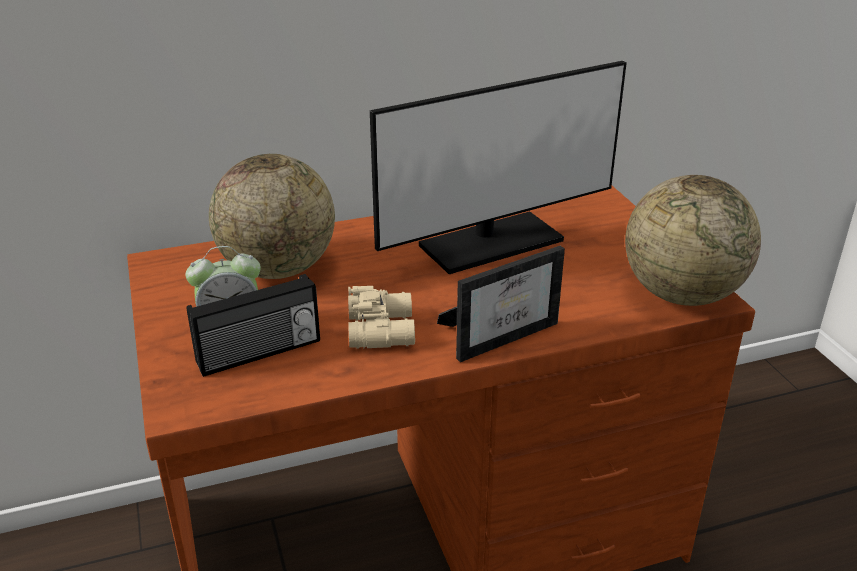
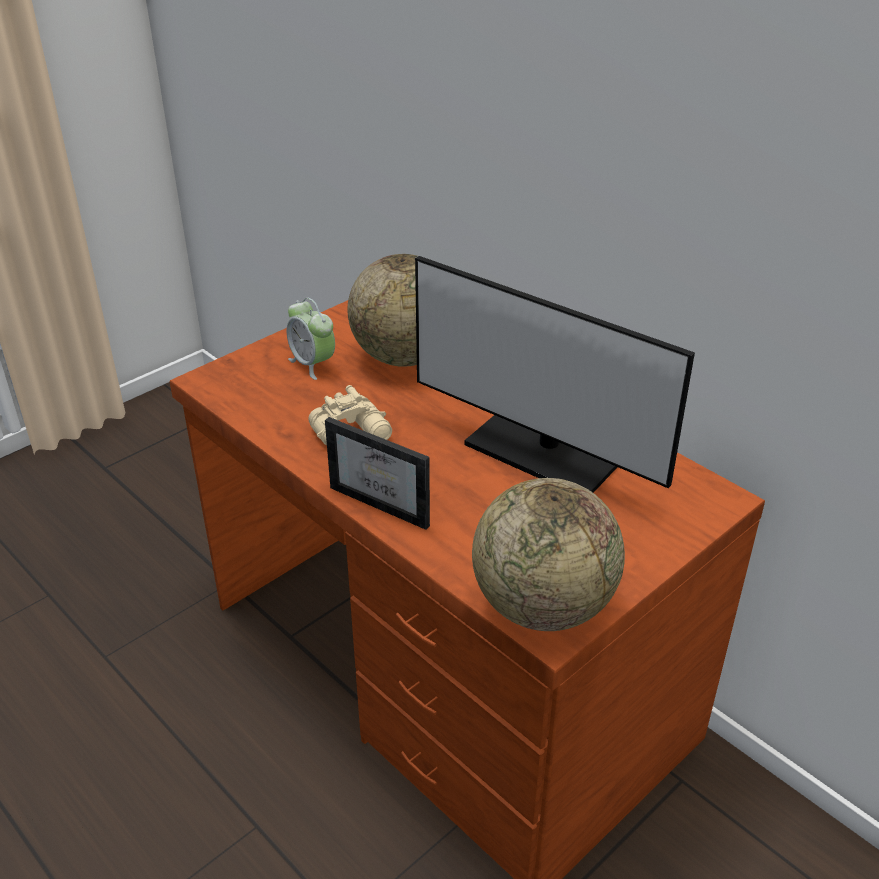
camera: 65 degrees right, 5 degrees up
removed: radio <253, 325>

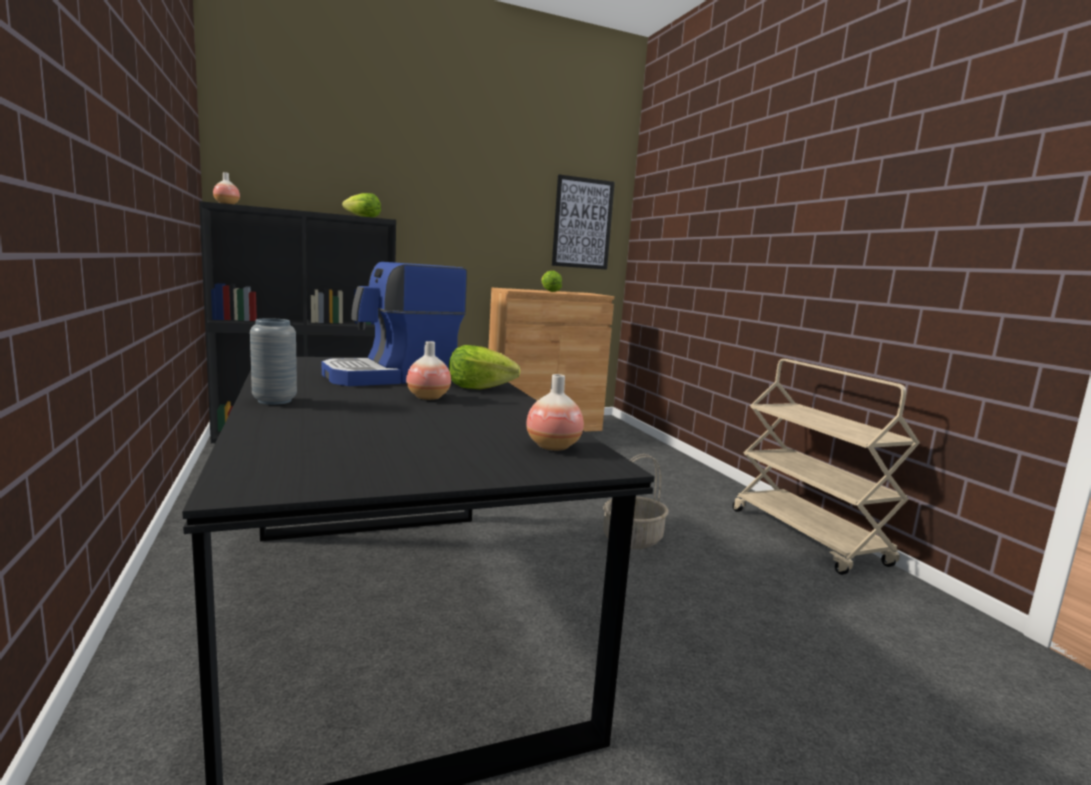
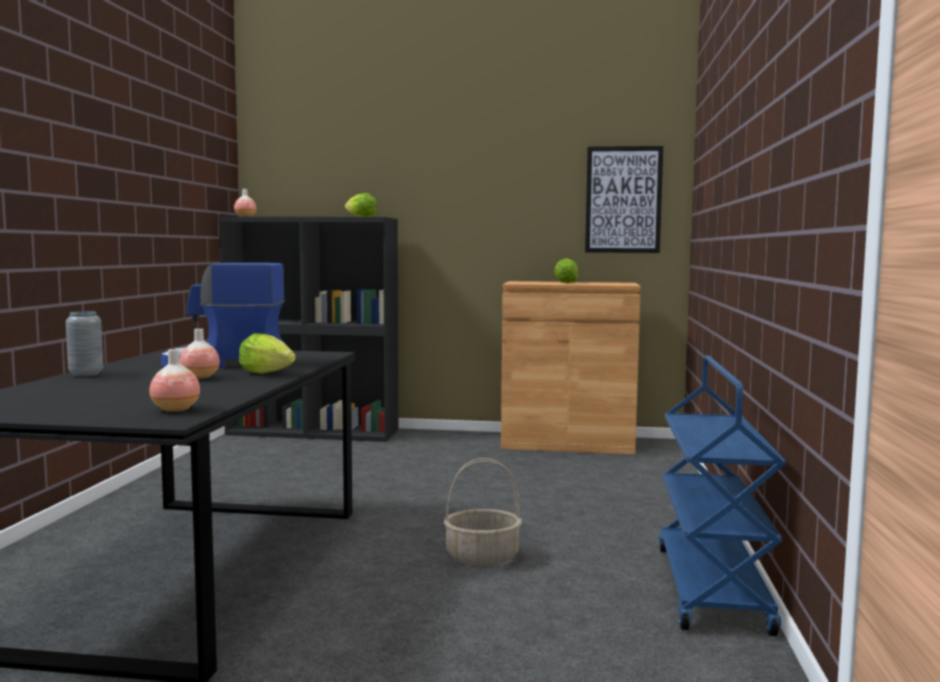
camera: 30 degrees right, 5 degrees down
recoloured: wózek (beżowy) <826, 467> to wózek (niebieski) <722, 496>

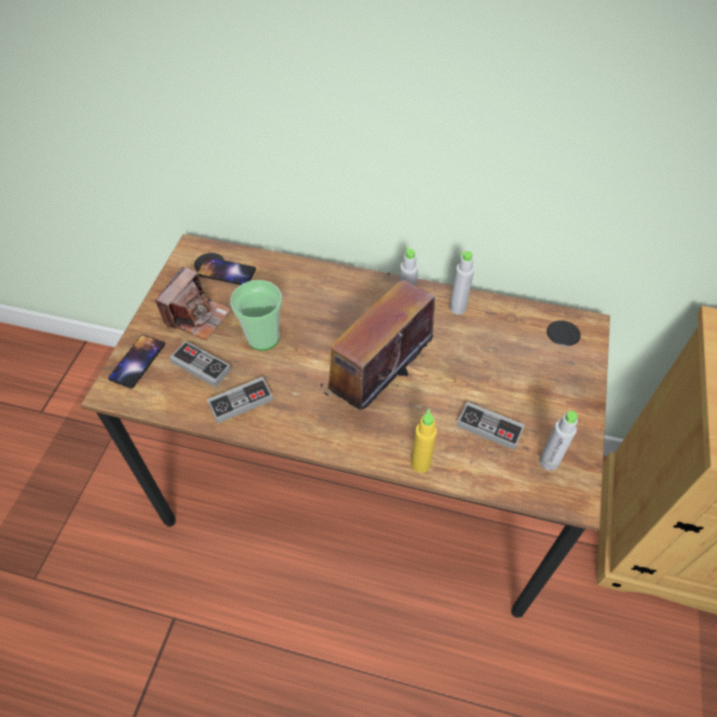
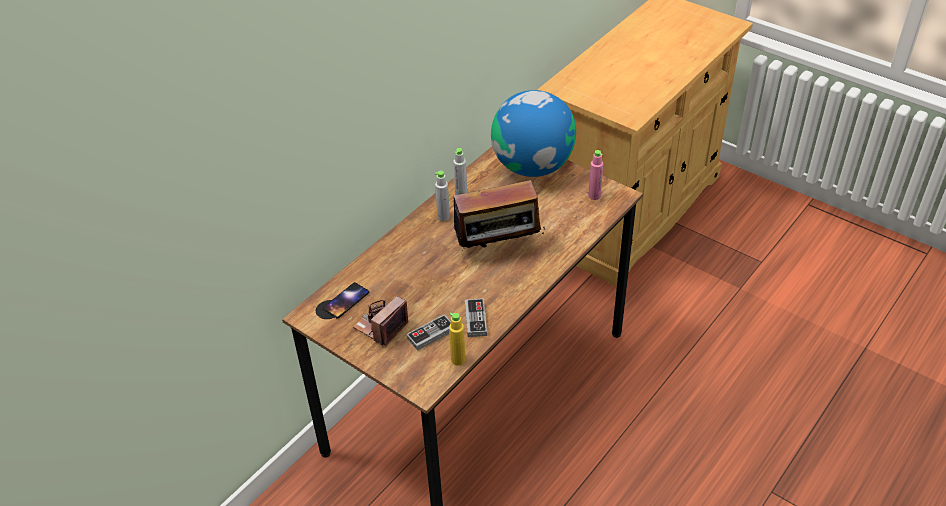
camera: 65 degrees left, 10 degrees down
removed: telefon <136, 362>; filiżanka <256, 315>; pad do gier <491, 426>
added: globus <533, 133>
moved: butelka (żółty) <424, 441> to <457, 339>
recoloured: butelka (szary) <558, 440> to butelka (różowy) <596, 175>
turned: aparat fotograficzny <193, 304> = <381, 321> 105 degrees counterclockwise; radio <383, 341> = <495, 215> 75 degrees counterclockwise

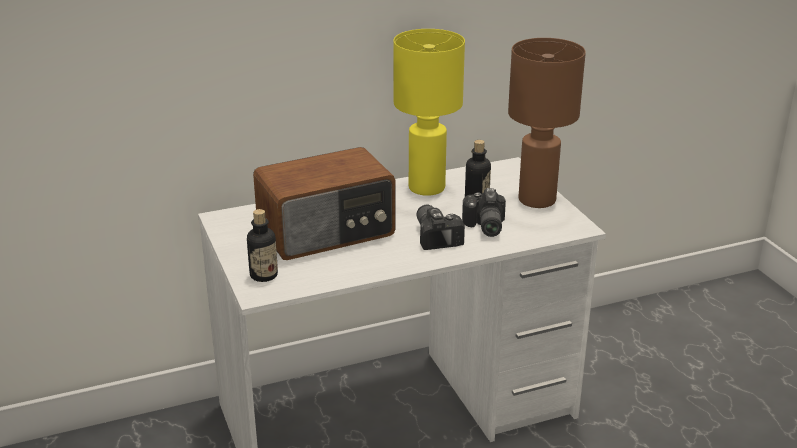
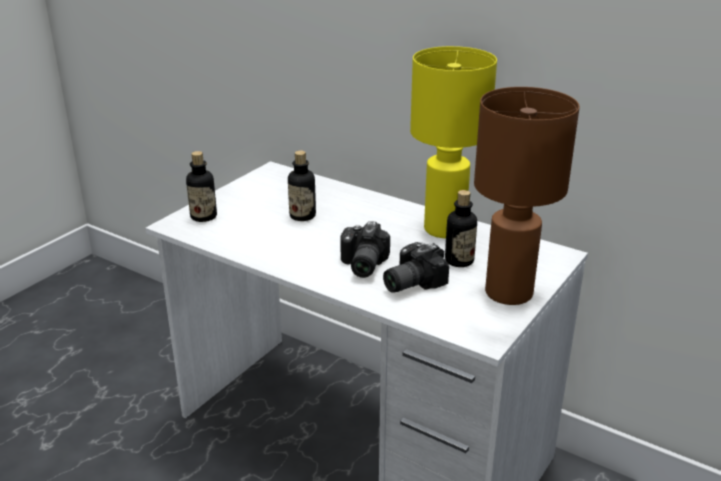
camera: 55 degrees right, 0 degrees up
replaced: radio <324, 203> to butelka <302, 186>
turned: aparat fotograficzny <440, 227> = <365, 249> 150 degrees clockwise

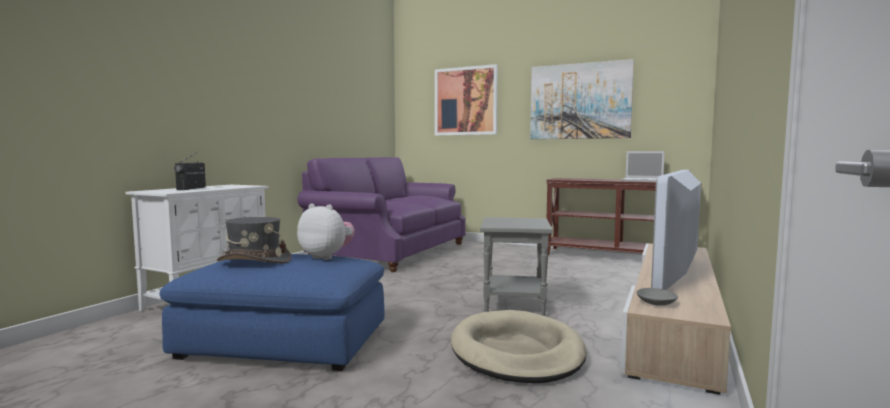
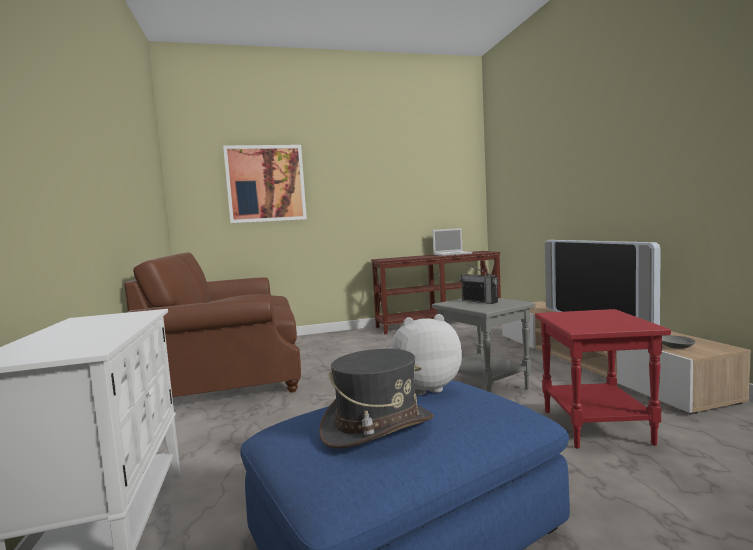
camera: 40 degrees left, 0 degrees up
removed: obraz <582, 99>
moved: radio <190, 171> to <479, 284>
replaced: legowisko (beżowy) <518, 347> to stolik (czerwony) <603, 379>
recoloured: kanapa (fioletowy) <382, 214> to kanapa (brązowy) <212, 325>

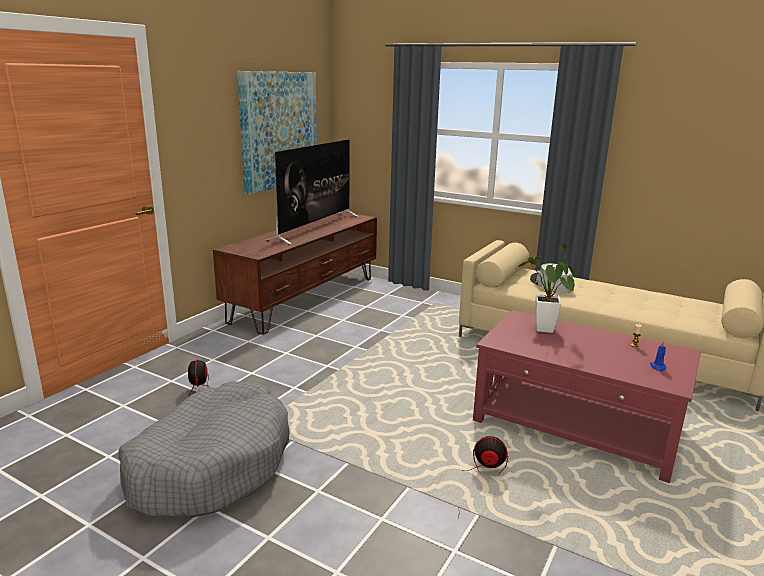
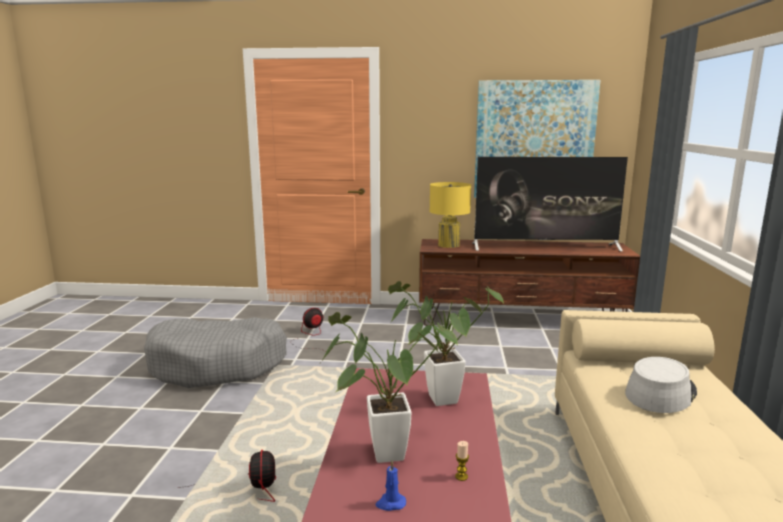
camera: 65 degrees right, 5 degrees down
added: roślina doniczkowa <389, 387>; lampa stołowa (żółty) <450, 215>

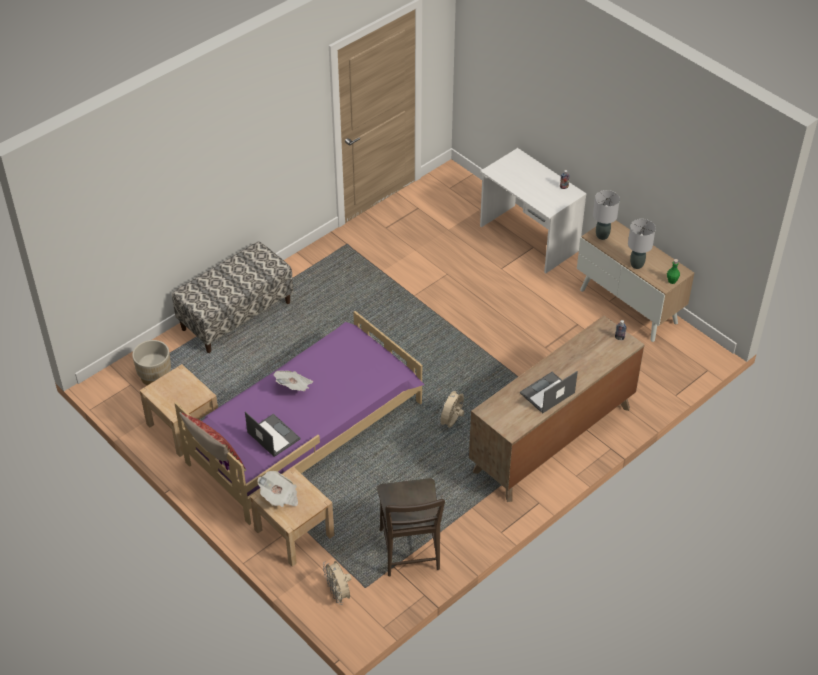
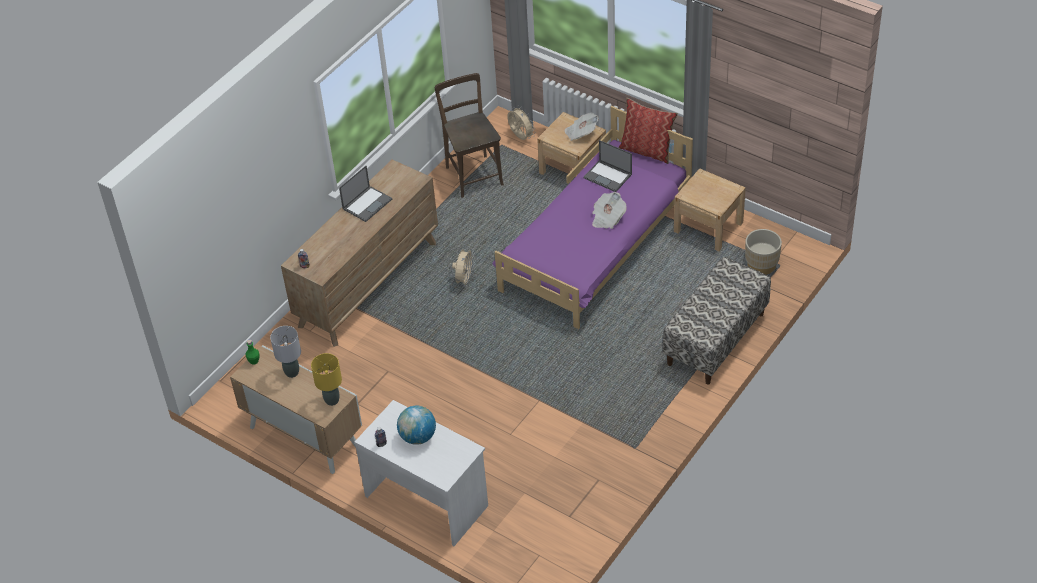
camera: 170 degrees right, 0 degrees up
added: globus <416, 425>
recoloured: lampa stołowa (szary) <606, 215> to lampa stołowa (żółty) <326, 379>

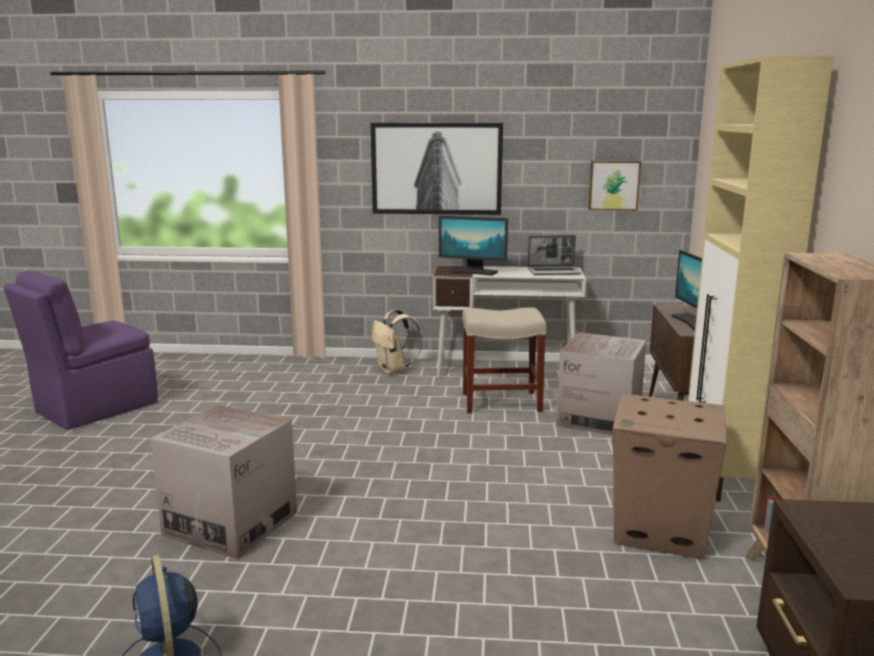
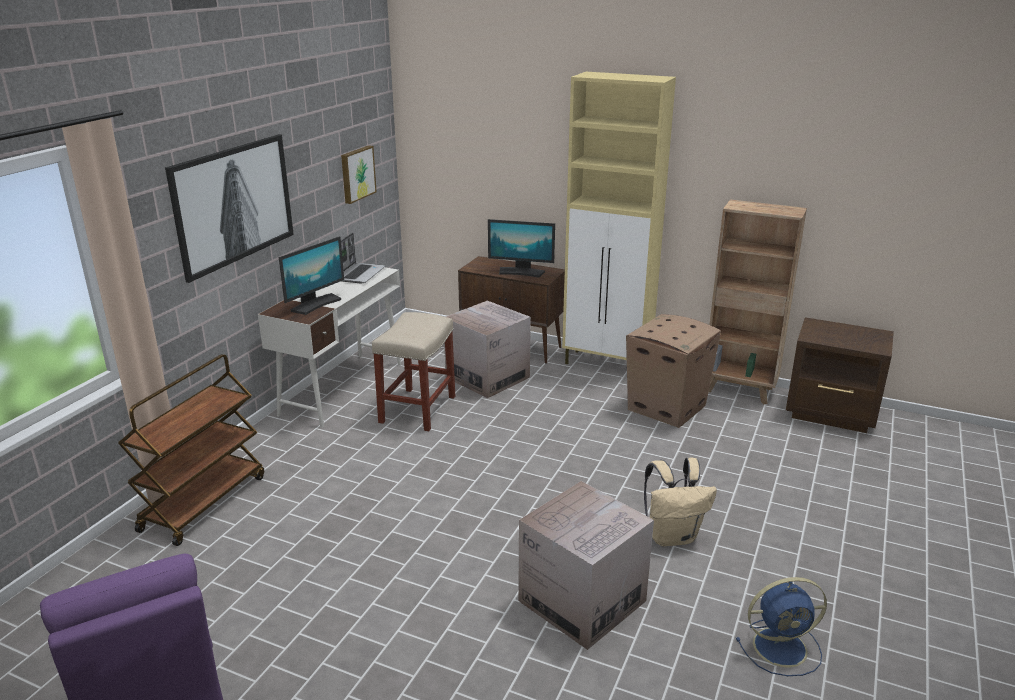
camera: 70 degrees left, 10 degrees up
added: wózek (brązowy) <191, 450>
moved: plecak (beżowy) <397, 342> to <680, 502>

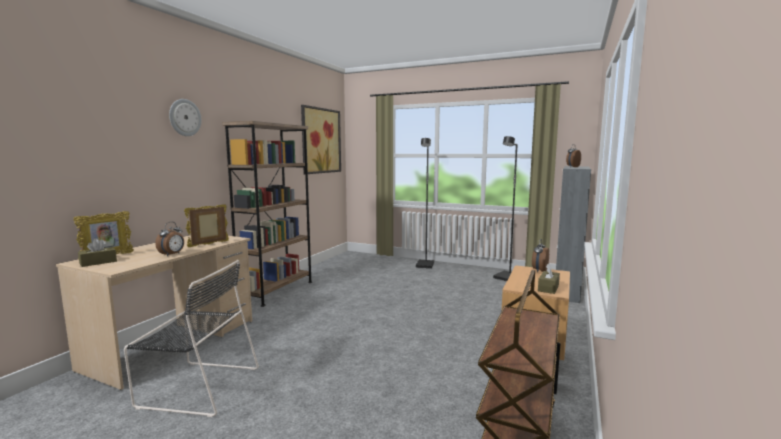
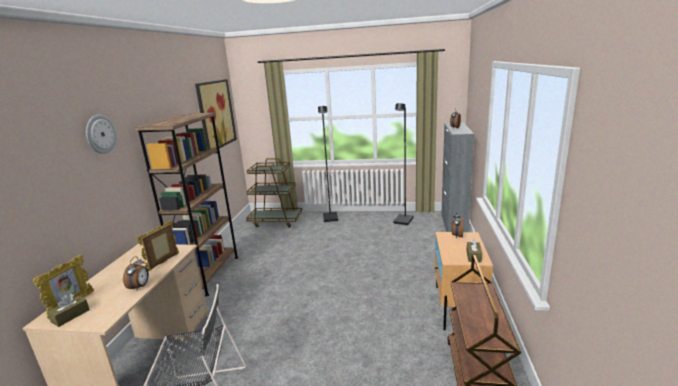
camera: 15 degrees left, 10 degrees up
added: wózek (brązowy) <274, 192>

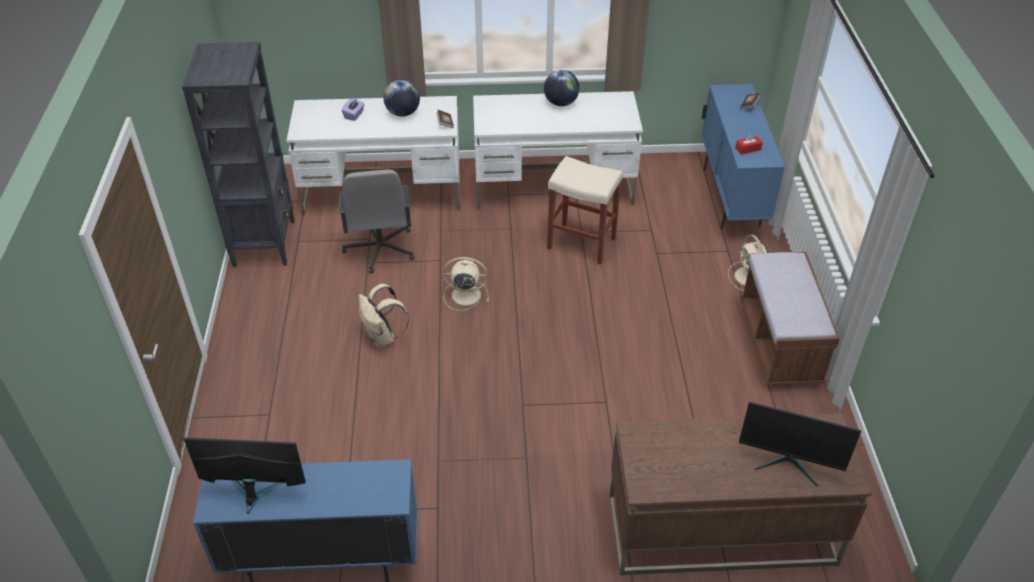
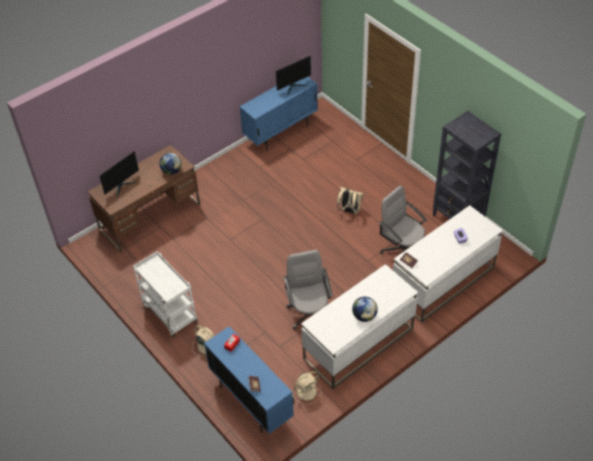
camera: 145 degrees right, 5 degrees up
moved: globus <401, 98> to <170, 164>; wentylator (beżowy) <466, 284> to <308, 387>
replaced: stołek (beżowy) <585, 210> to krzesło biurowe (szary) <308, 290>; ławka (brązowy) <790, 318> to wózek (biały) <165, 294>
turned: monitor <800, 444> = <119, 174> 150 degrees clockwise

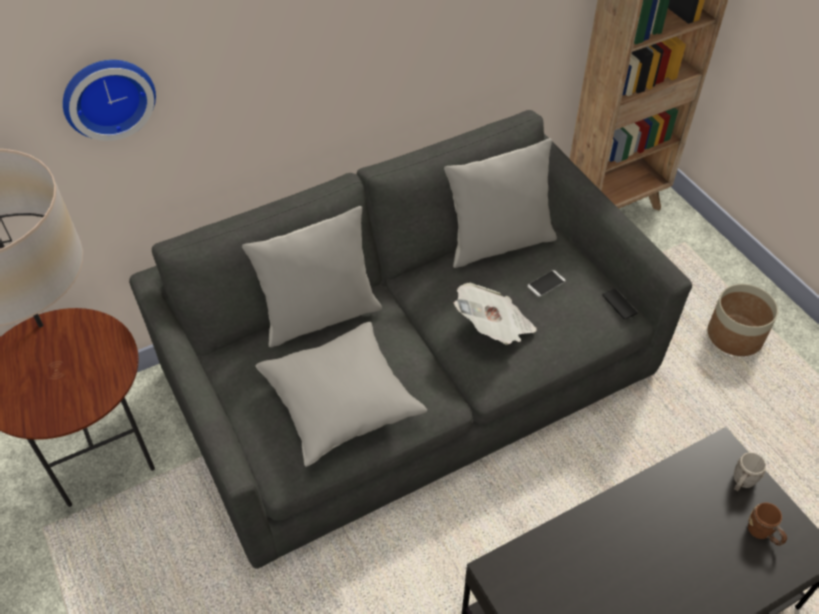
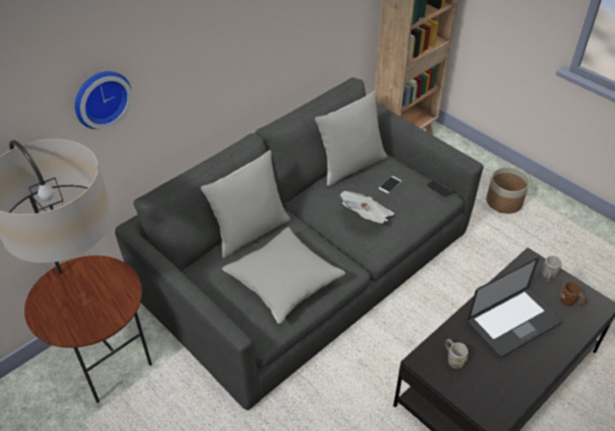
camera: 15 degrees left, 5 degrees down
added: kubek (szary) <456, 354>; laptop <515, 307>

